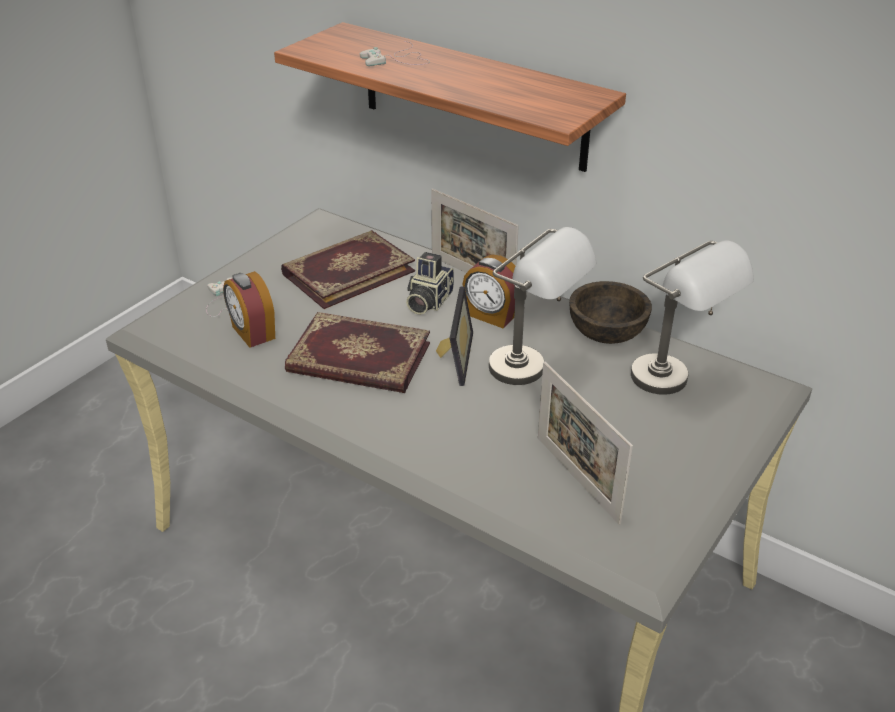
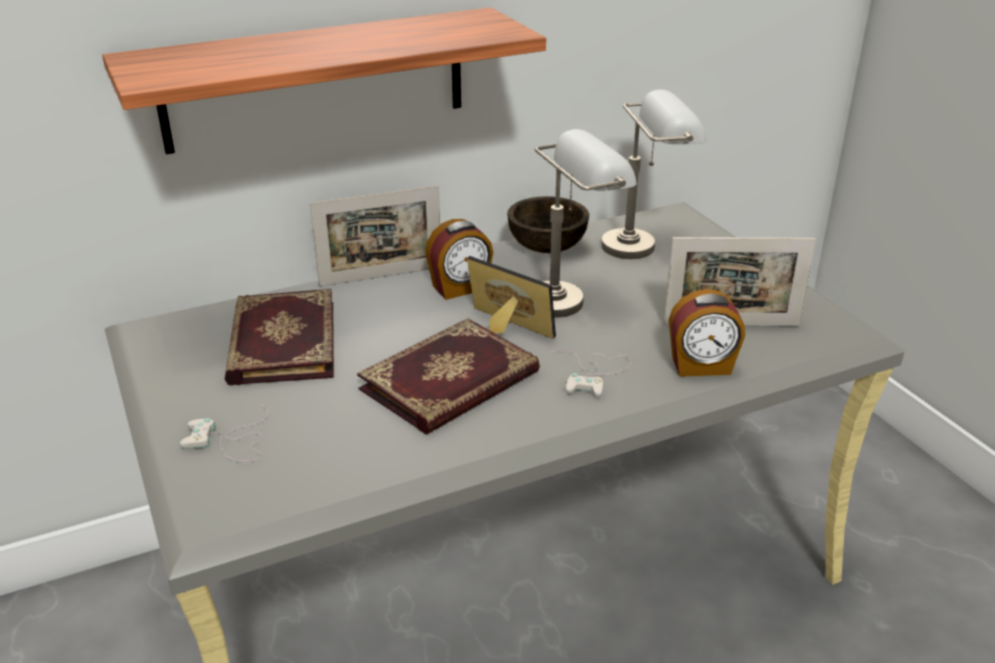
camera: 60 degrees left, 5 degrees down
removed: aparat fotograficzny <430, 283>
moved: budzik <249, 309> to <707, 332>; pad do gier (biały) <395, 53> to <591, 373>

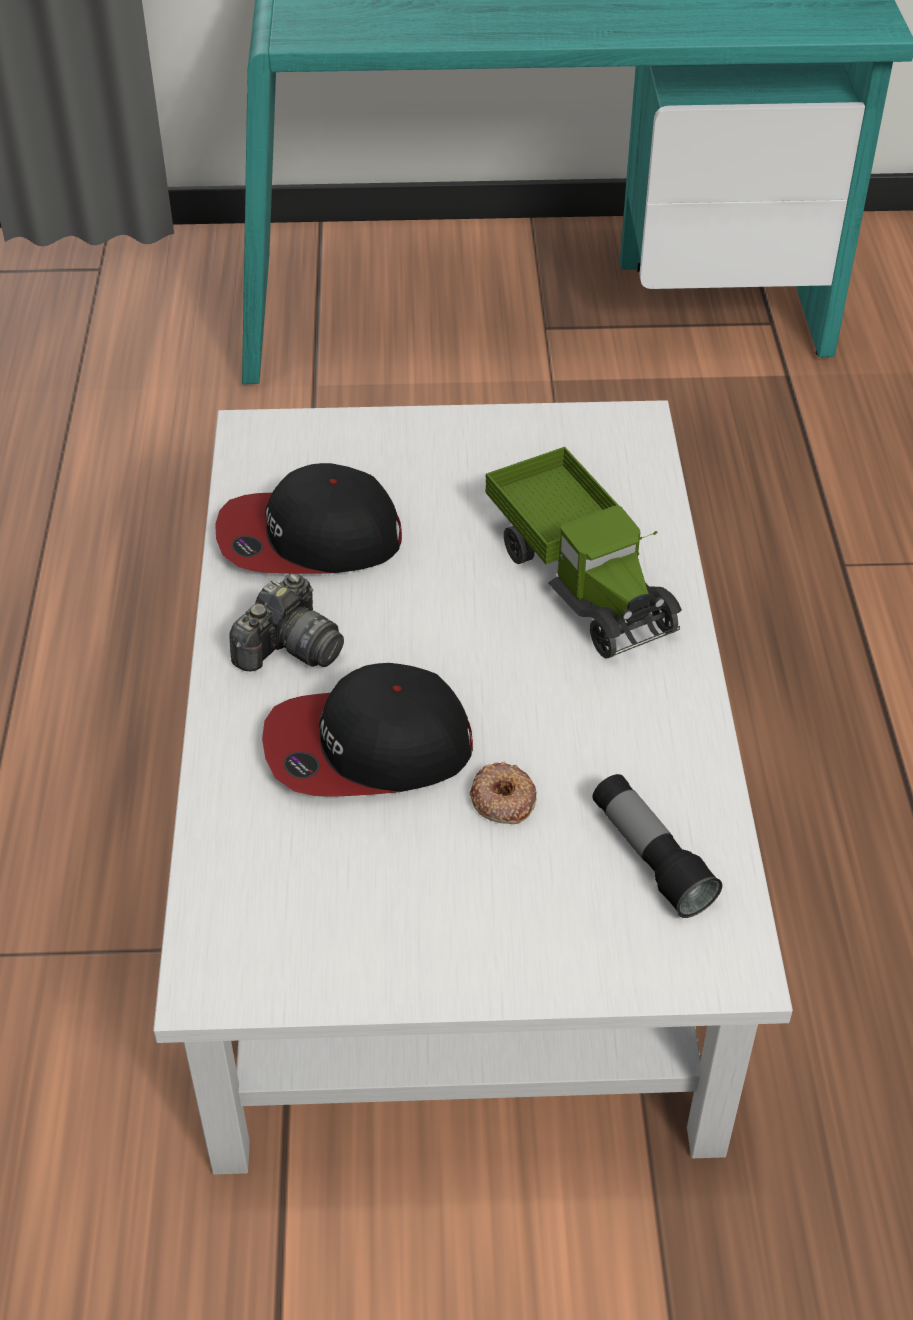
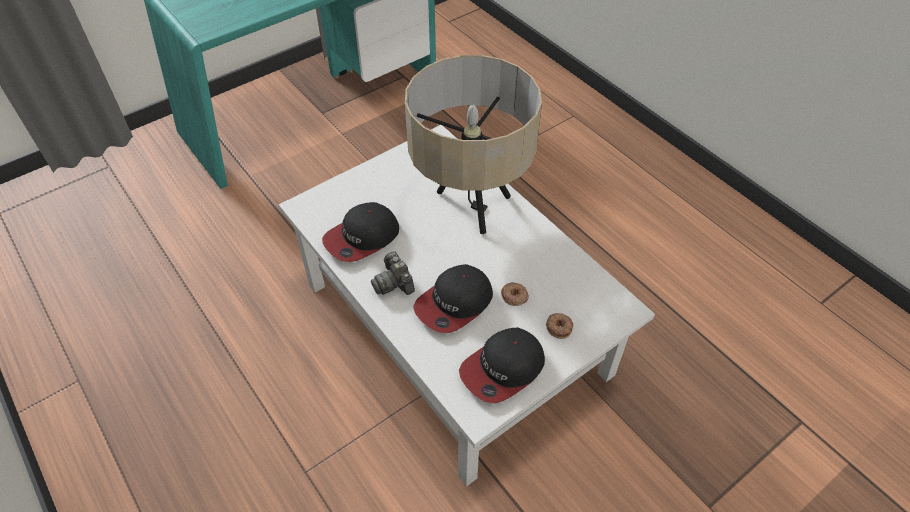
camera: 35 degrees left, 5 degrees up
removed: latarka <657, 846>
added: czapka z daszkiem <502, 365>; donut <559, 326>
replaced: ciężarówka zabawkowa <583, 553> to lampa stołowa (beżowy) <473, 144>
turned: aparat fotograficzny <286, 622> = <393, 273> 150 degrees clockwise

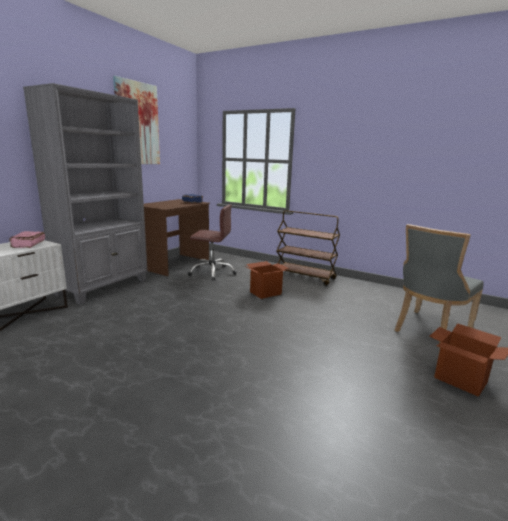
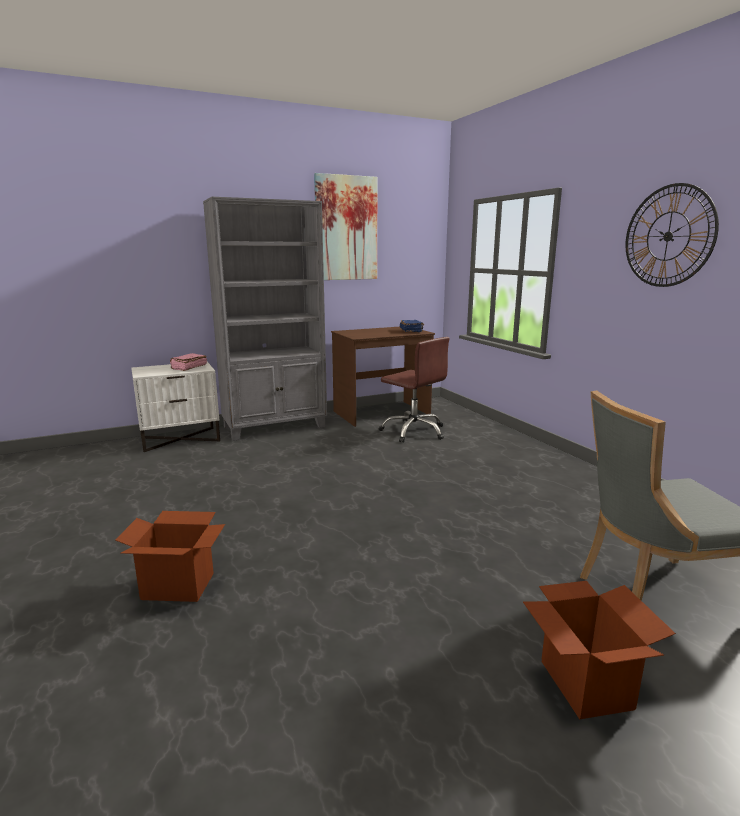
camera: 35 degrees right, 0 degrees up
removed: wózek (brązowy) <308, 248>
added: zegar ścienny <672, 235>
moved: karton <267, 280> to <170, 556>

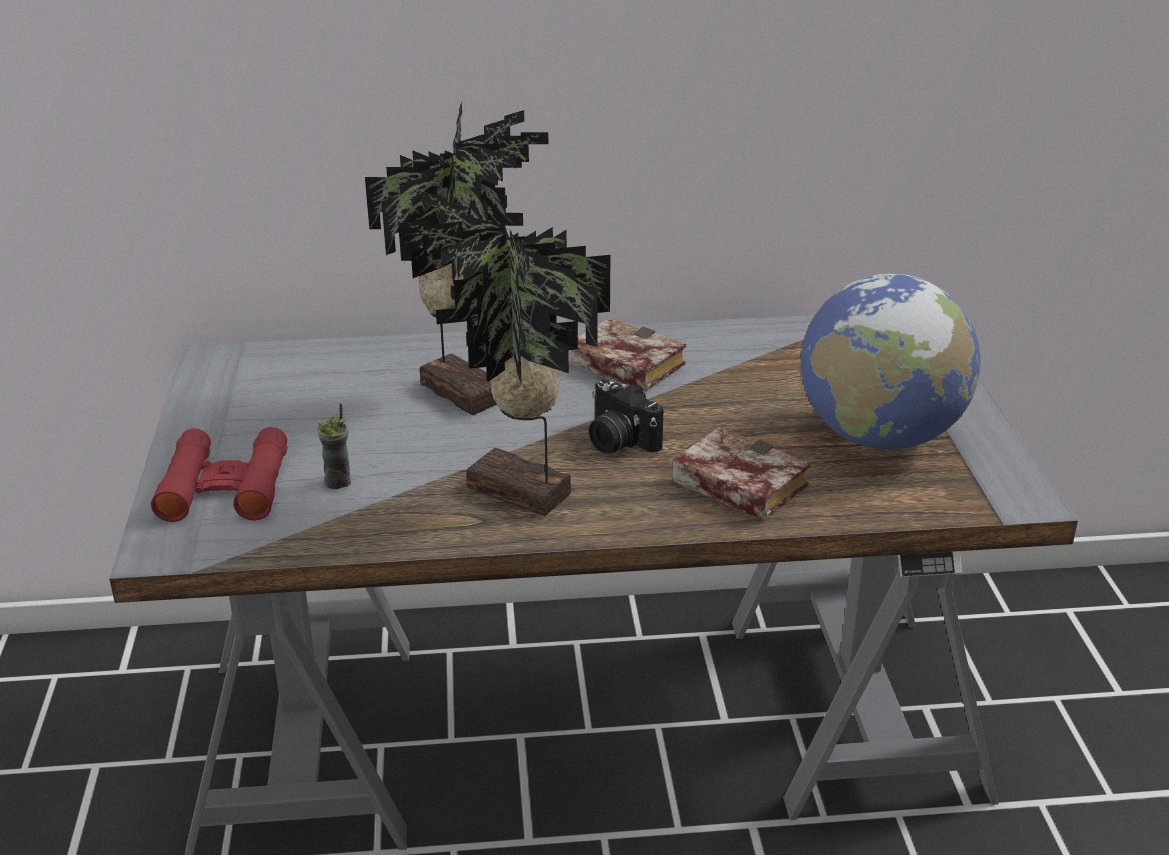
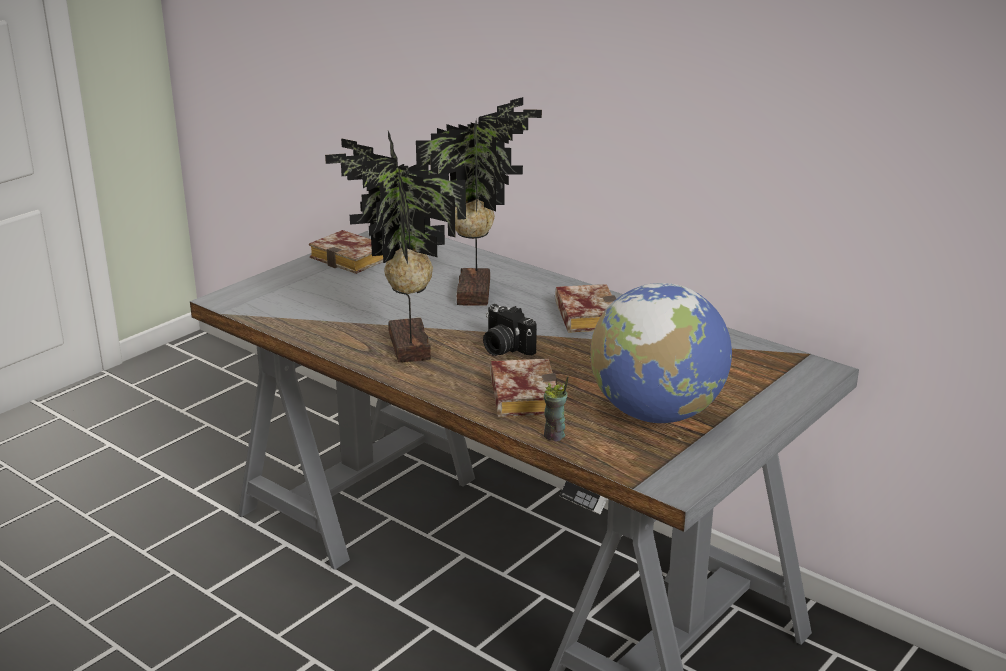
camera: 45 degrees right, 5 degrees down
removed: lornetka (czerwony) <219, 474>
added: książka <346, 252>
moved: filiżanka <333, 446> to <556, 408>
turned: aparat fotograficzny <626, 416> = <510, 330> 45 degrees counterclockwise

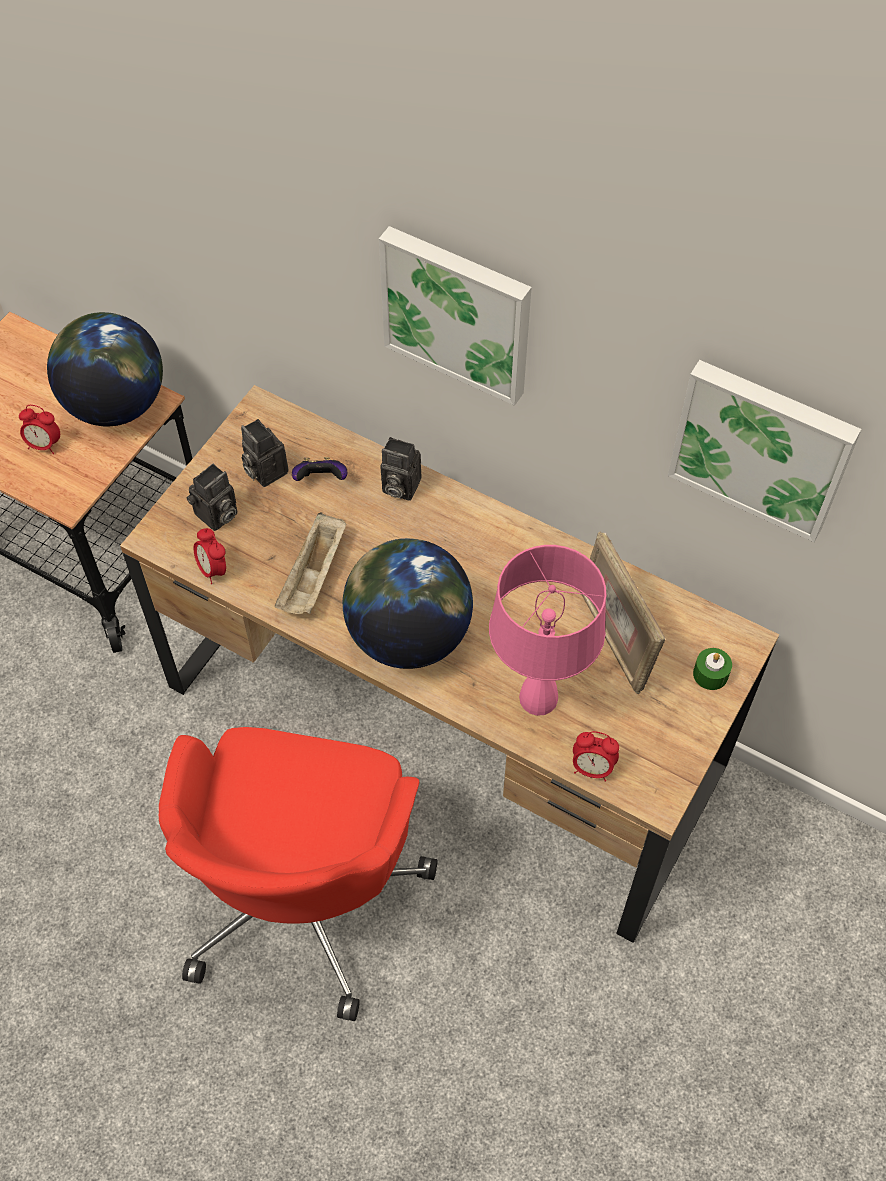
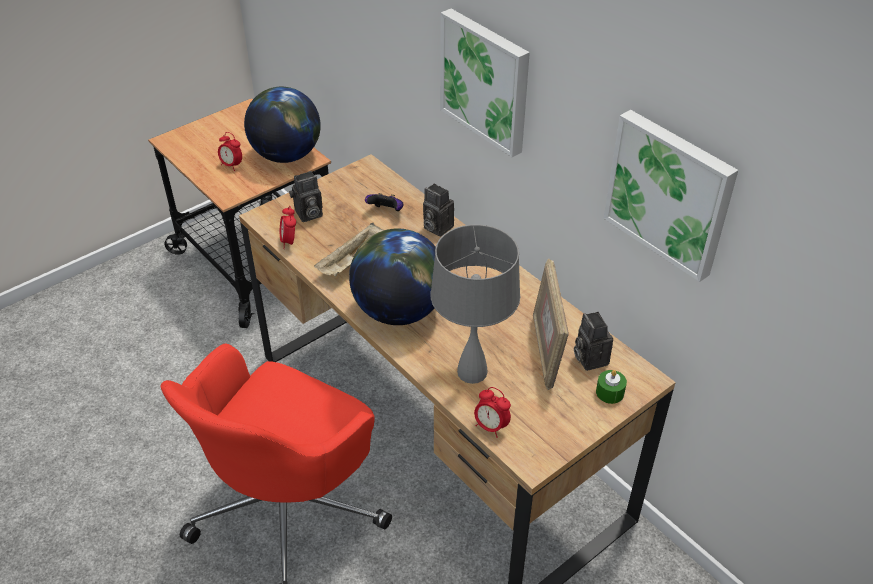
camera: 20 degrees right, 15 degrees down
moved: aparat fotograficzny <265, 453> to <593, 341>
recoloured: lampa stołowa (różowy) <547, 630> to lampa stołowa (szary) <475, 304>

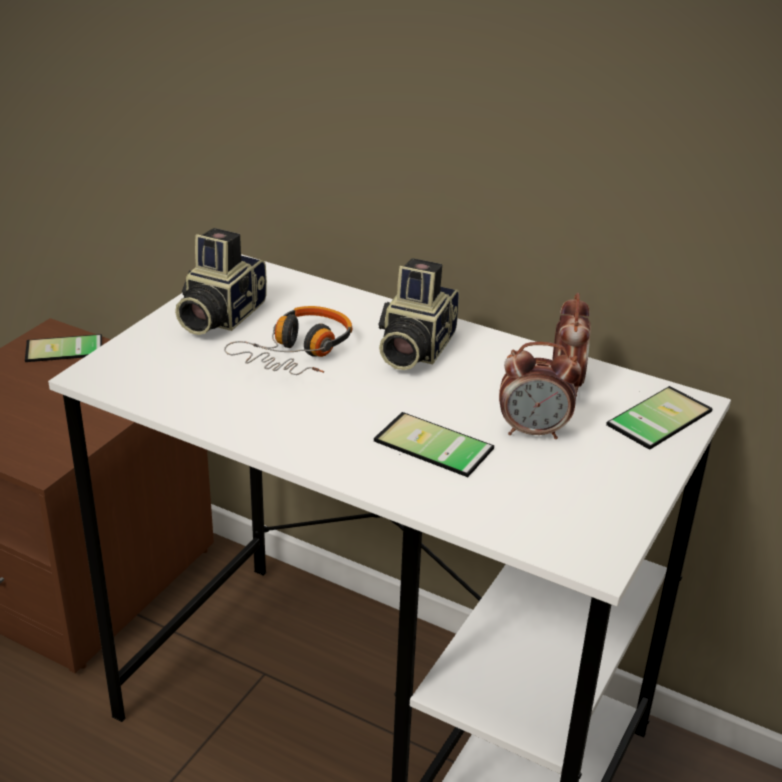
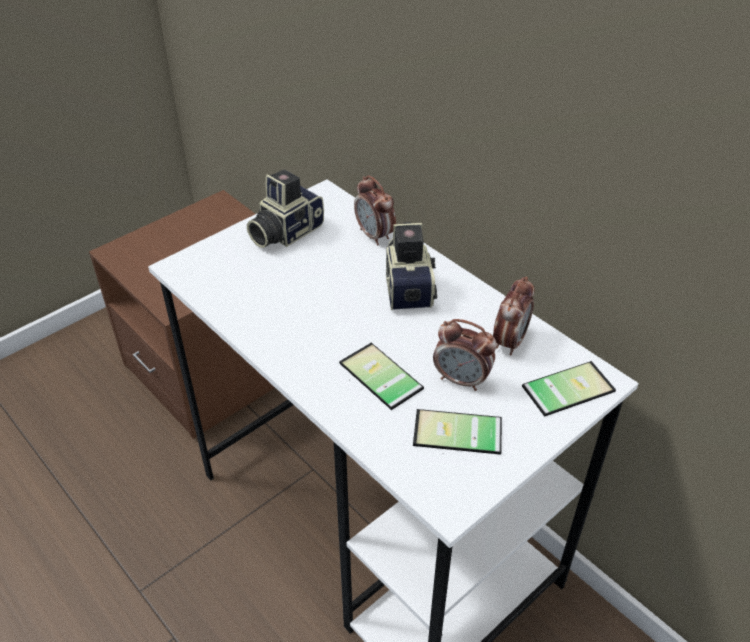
camera: 20 degrees right, 10 degrees up
removed: słuchawki <288, 340>
added: budzik <375, 210>
moved: telefon <63, 348> to <457, 432>
turned: aparat fotograficzny <418, 314> = <411, 266> 135 degrees clockwise

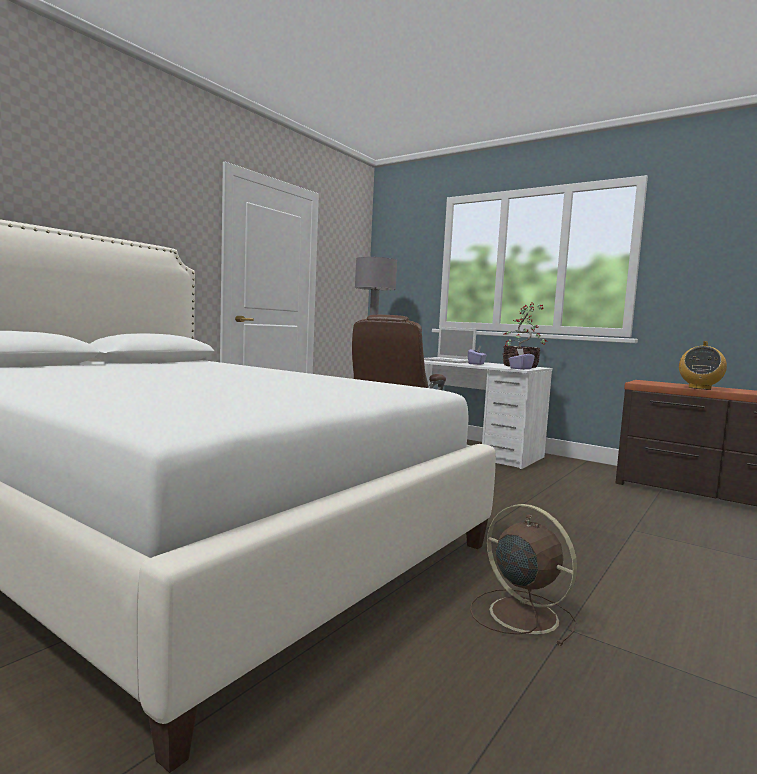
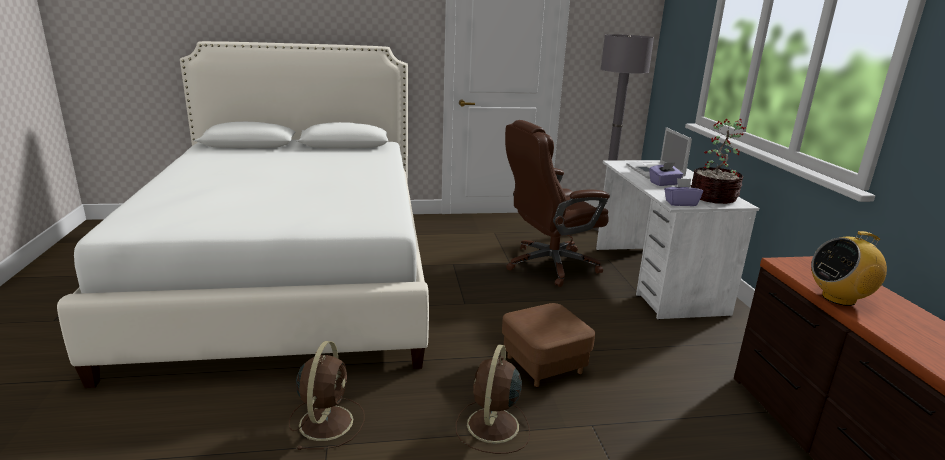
camera: 45 degrees right, 15 degrees up
added: wentylator (brązowy) <493, 399>; pufa (brązowy) <548, 345>

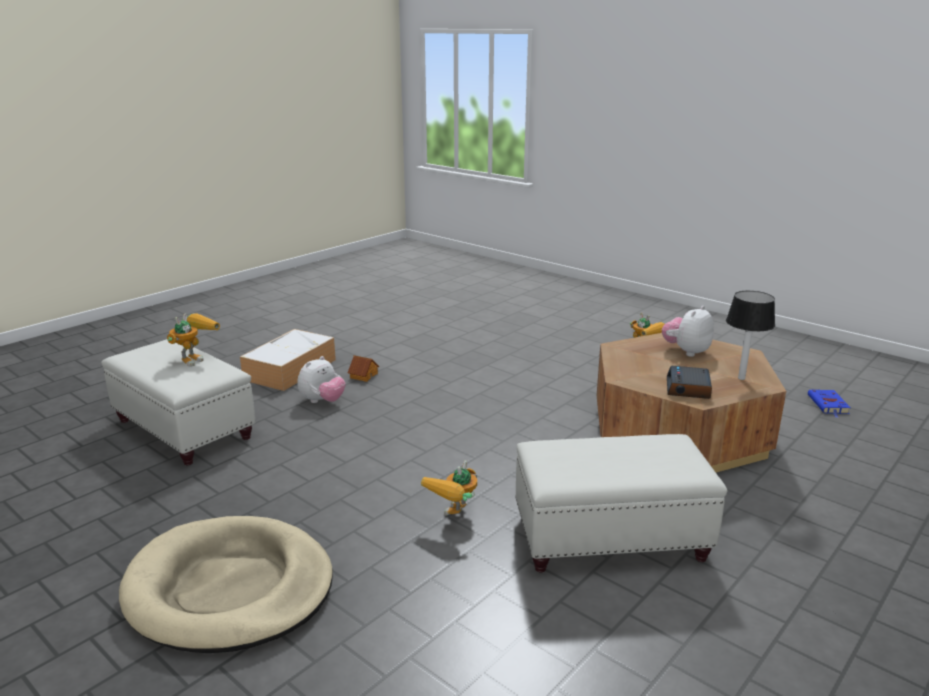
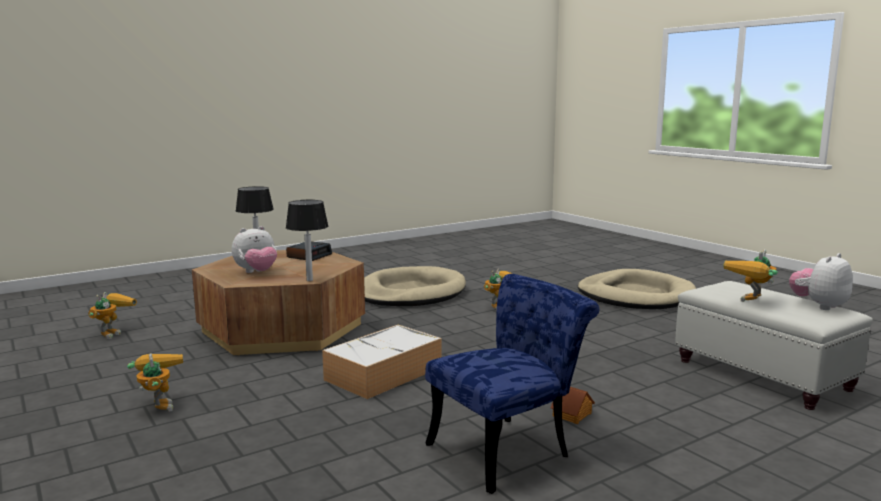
camera: 165 degrees left, 10 degrees down
added: lampa stołowa <307, 240>; krzesło (niebieski) <512, 384>
moved: pojemnik do przechowywania <288, 360> to <382, 362>; pluszak <321, 379> to <821, 281>
replaced: pufa (biały) <621, 503> to legowisko (beżowy) <415, 286>; książka (niebieski) <829, 404> to robot zabawkowy <112, 315>

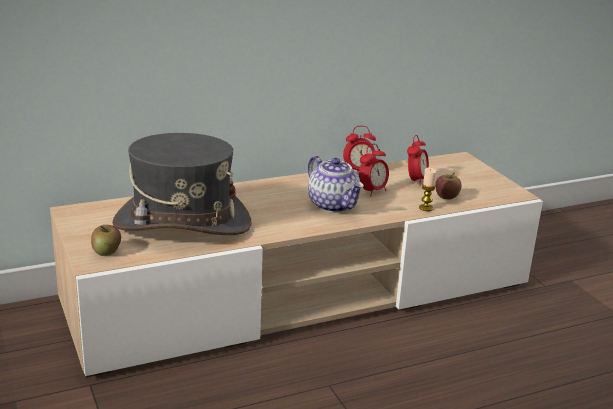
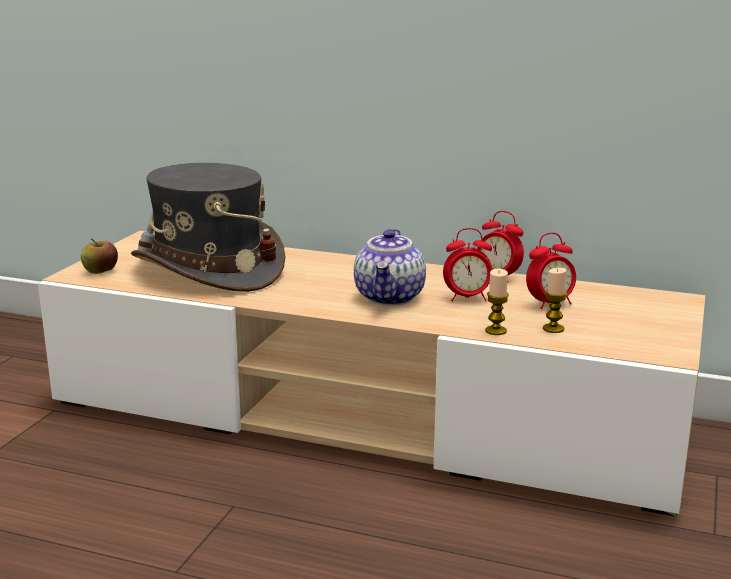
camera: 45 degrees right, 5 degrees down
replaced: jabłko <448, 186> to świeca <555, 300>

